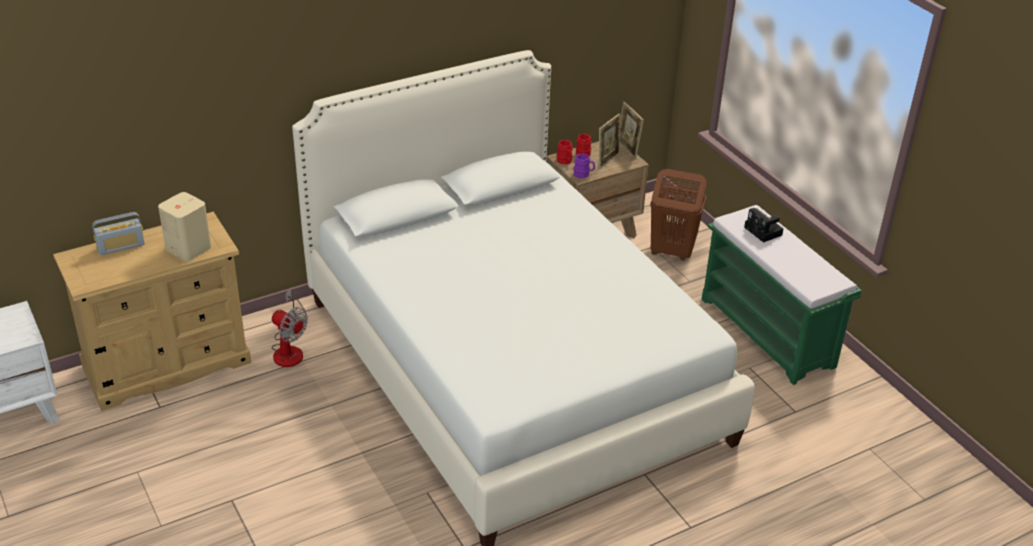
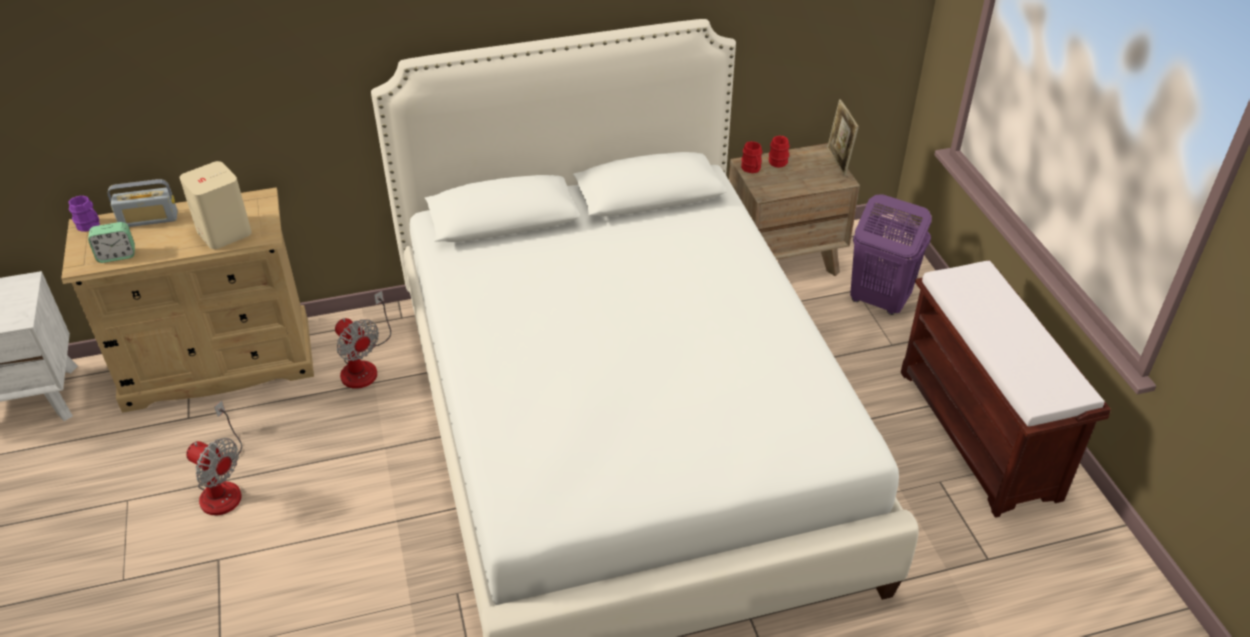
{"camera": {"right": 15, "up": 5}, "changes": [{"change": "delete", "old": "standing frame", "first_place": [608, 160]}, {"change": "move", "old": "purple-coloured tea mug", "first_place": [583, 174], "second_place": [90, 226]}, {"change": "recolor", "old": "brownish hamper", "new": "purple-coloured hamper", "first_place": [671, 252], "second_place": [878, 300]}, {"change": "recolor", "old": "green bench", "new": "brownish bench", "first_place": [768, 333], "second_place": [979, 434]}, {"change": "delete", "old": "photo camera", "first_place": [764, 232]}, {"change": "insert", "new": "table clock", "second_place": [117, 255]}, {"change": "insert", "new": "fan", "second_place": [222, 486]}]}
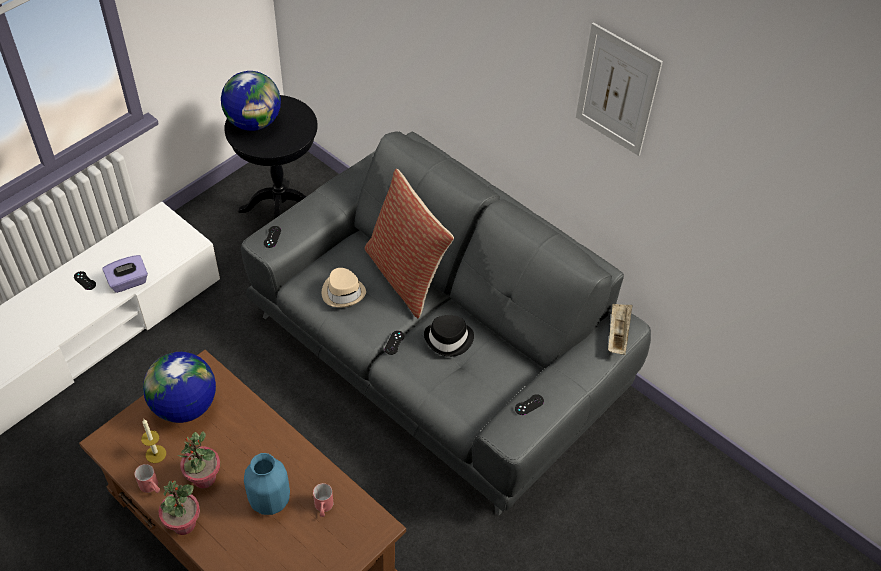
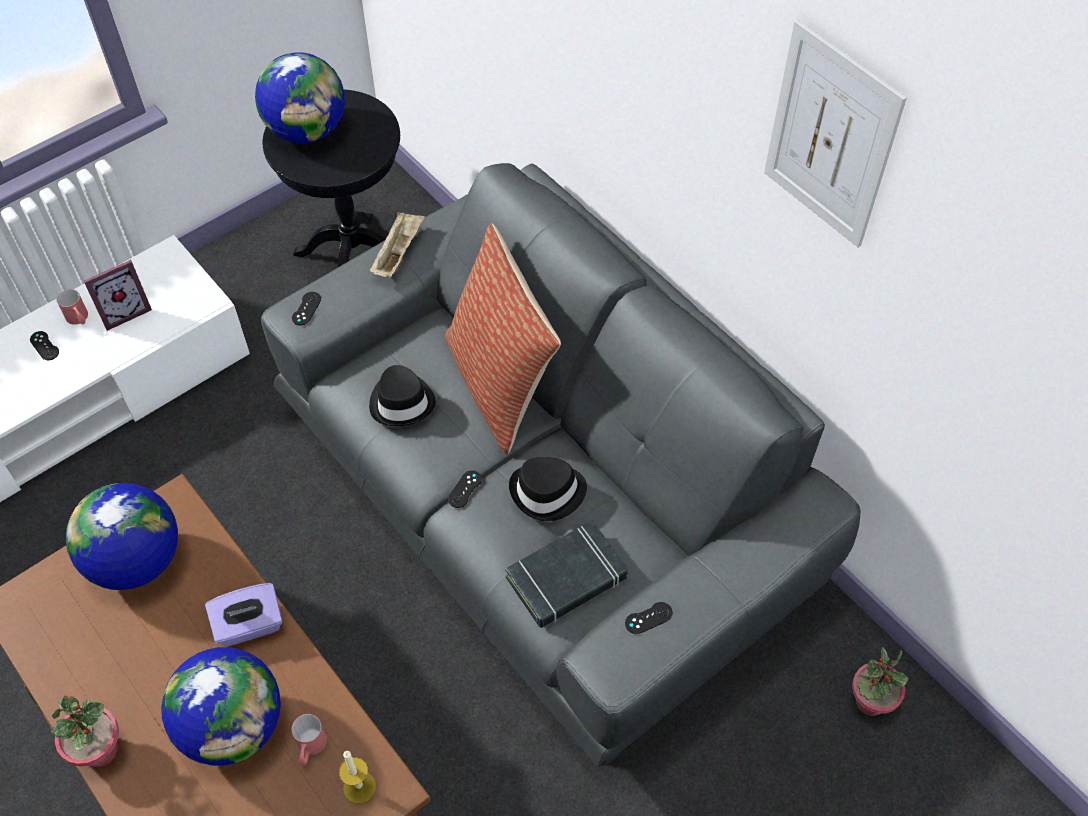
{"camera": {"right": 10, "up": 5}, "changes": [{"change": "move", "old": "purple-coloured tissue holder", "first_place": [128, 282], "second_place": [249, 625]}, {"change": "recolor", "old": "sand-coloured clothing hat", "new": "black-coloured clothing hat", "first_place": [343, 292], "second_place": [402, 401]}, {"change": "move", "old": "sand-coloured tray", "first_place": [617, 334], "second_place": [398, 253]}, {"change": "move", "old": "wax candle", "first_place": [156, 454], "second_place": [359, 787]}, {"change": "move", "old": "plant in a pot", "first_place": [204, 478], "second_place": [870, 701]}, {"change": "replace", "old": "bluish vase", "new": "globe", "first_place": [270, 499], "second_place": [233, 725]}, {"change": "move", "old": "red tea mug", "first_place": [151, 487], "second_place": [79, 319]}, {"change": "insert", "new": "standing frame", "second_place": [124, 311]}, {"change": "insert", "new": "black-coloured bound book", "second_place": [567, 578]}]}
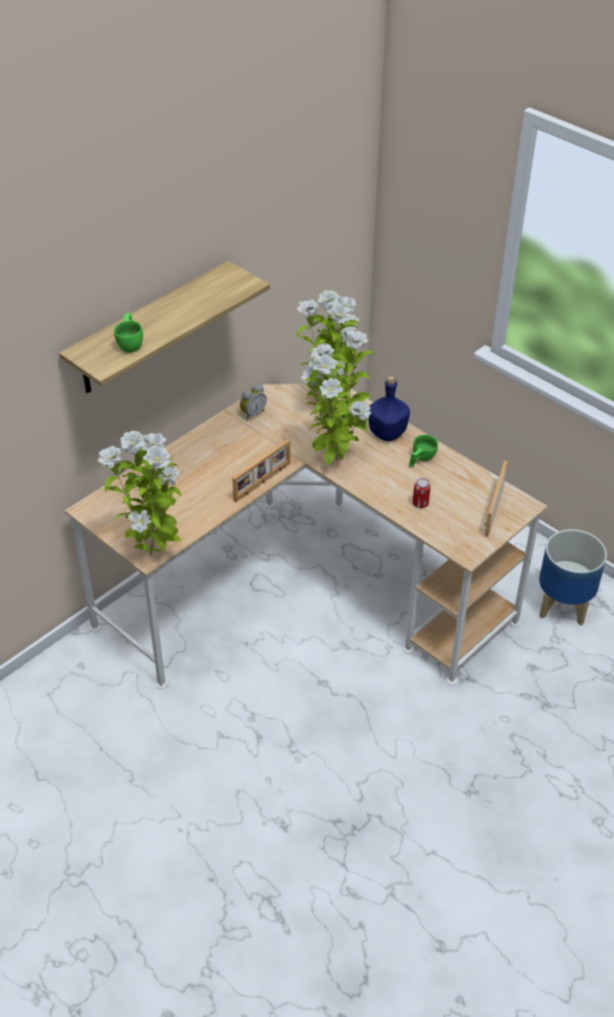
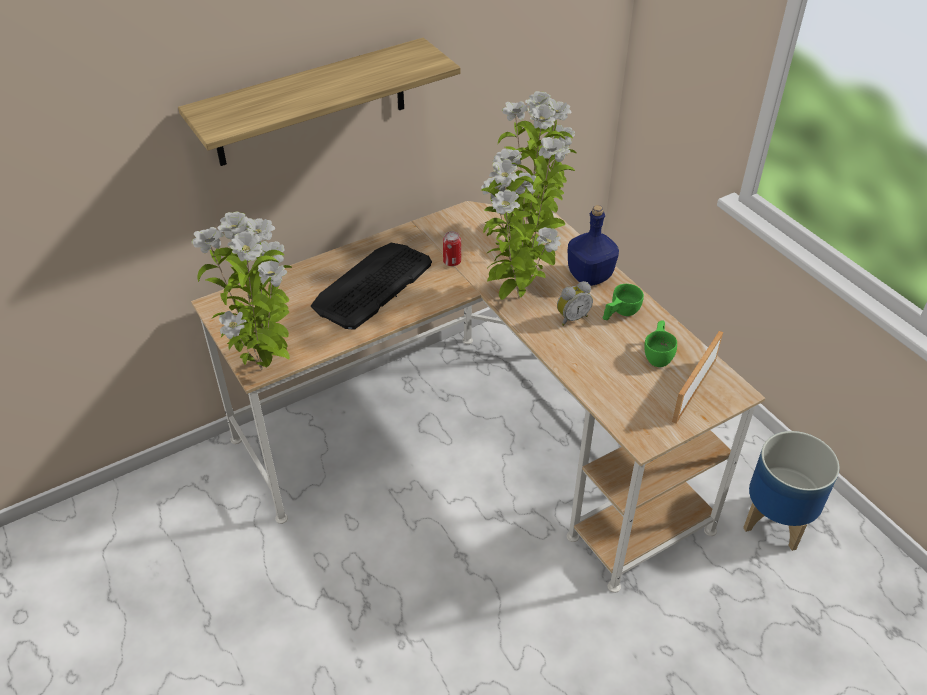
{"camera": {"right": 15, "up": 0}, "changes": [{"change": "move", "old": "green cup", "first_place": [131, 343], "second_place": [659, 354]}, {"change": "move", "old": "table clock", "first_place": [252, 414], "second_place": [571, 317]}, {"change": "delete", "old": "standing frame", "first_place": [263, 482]}, {"change": "move", "old": "metal can", "first_place": [420, 503], "second_place": [452, 262]}, {"change": "insert", "new": "PC keyboard", "second_place": [372, 285]}]}
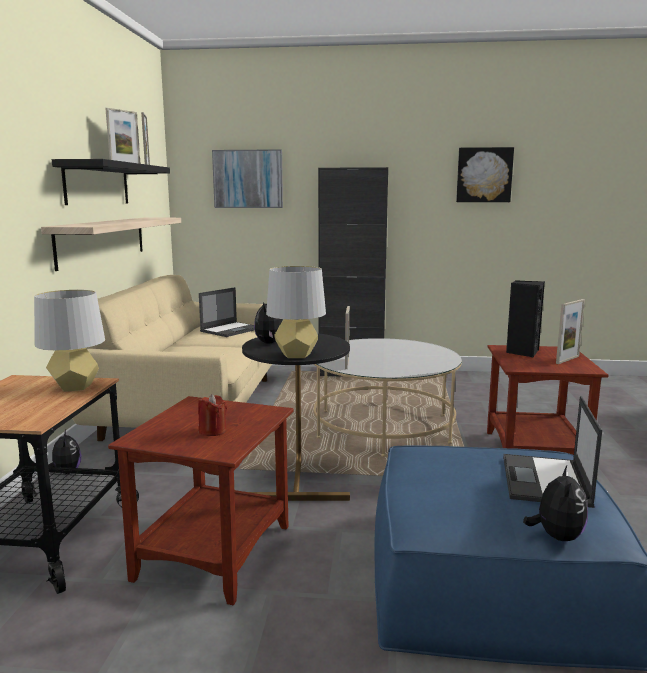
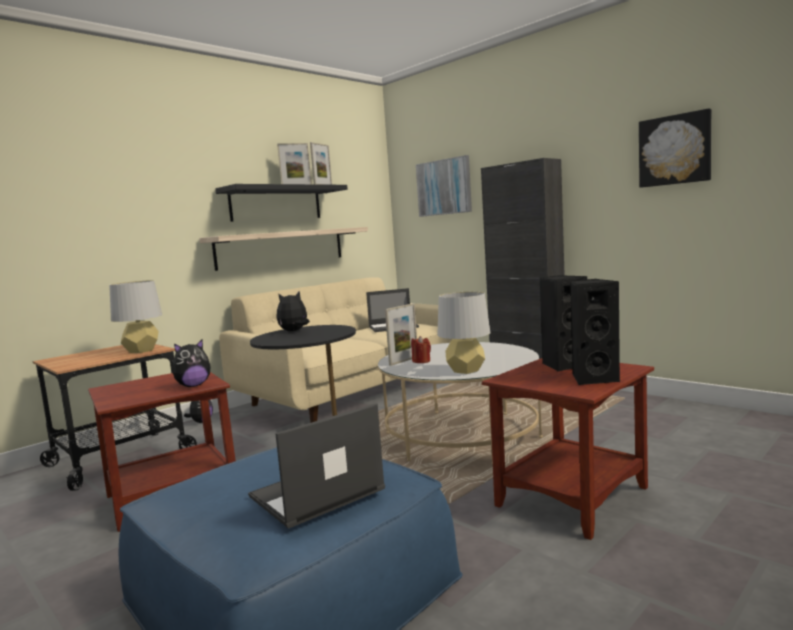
{"camera": {"right": 40, "up": -5}, "changes": [{"change": "move", "old": "grey tabletop lamp", "first_place": [296, 355], "second_place": [466, 370]}, {"change": "replace", "old": "standing frame", "new": "black-coloured loudspeaker", "first_place": [567, 360], "second_place": [593, 379]}, {"change": "move", "old": "red wax candle", "first_place": [212, 431], "second_place": [421, 361]}, {"change": "move", "old": "plush toy", "first_place": [556, 536], "second_place": [193, 386]}]}
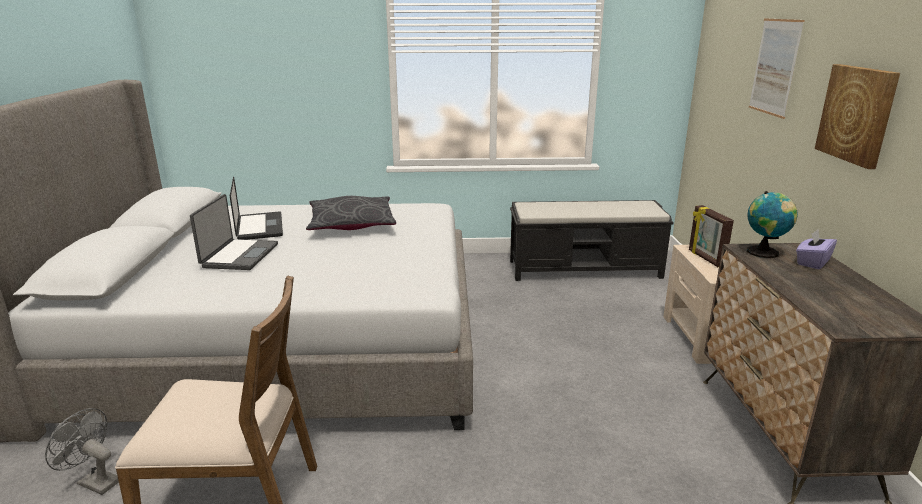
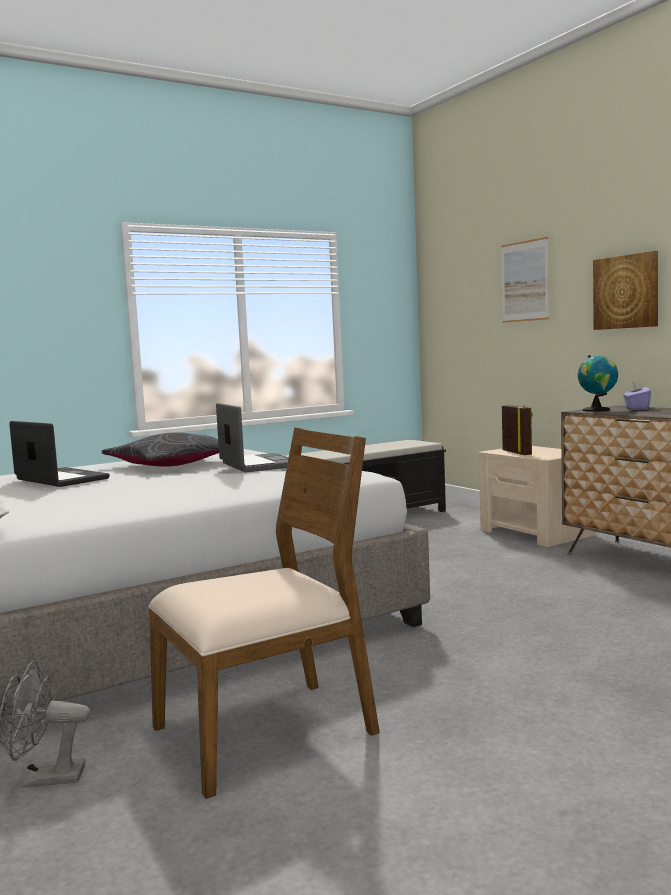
{"camera": {"right": -30, "up": -15}, "changes": [{"change": "move", "old": "portable computer", "first_place": [239, 255], "second_place": [257, 465]}, {"change": "rotate", "old": "standing frame", "first_place": [705, 258], "second_place": [517, 453], "degrees": -150}]}
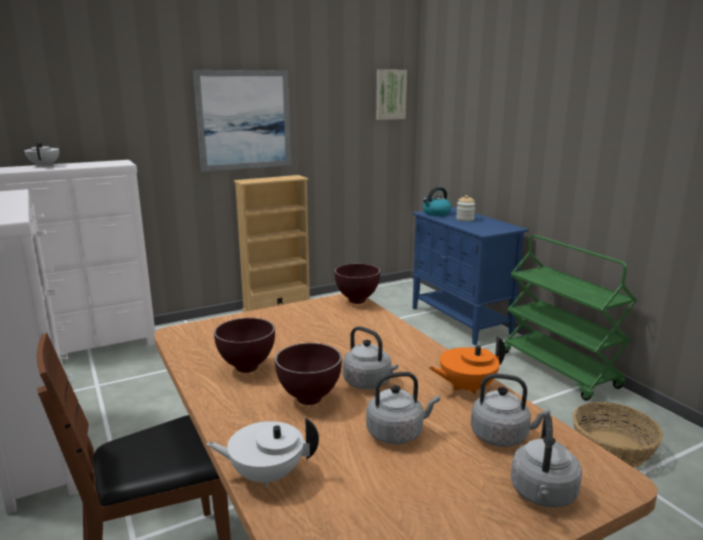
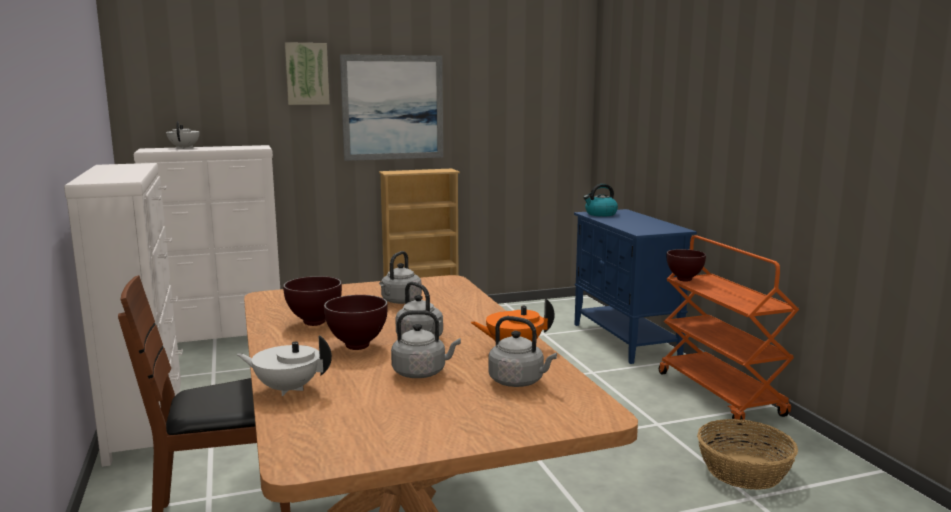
{"camera": {"right": 10, "up": -5}, "changes": [{"change": "move", "old": "wall art", "first_place": [390, 94], "second_place": [307, 74]}, {"change": "delete", "old": "jar", "first_place": [465, 219]}, {"change": "recolor", "old": "green trolley", "new": "orange-coloured trolley", "first_place": [559, 370], "second_place": [720, 394]}, {"change": "move", "old": "brownish bowl", "first_place": [356, 301], "second_place": [684, 279]}, {"change": "move", "old": "grey water kettle", "first_place": [543, 495], "second_place": [400, 301]}]}
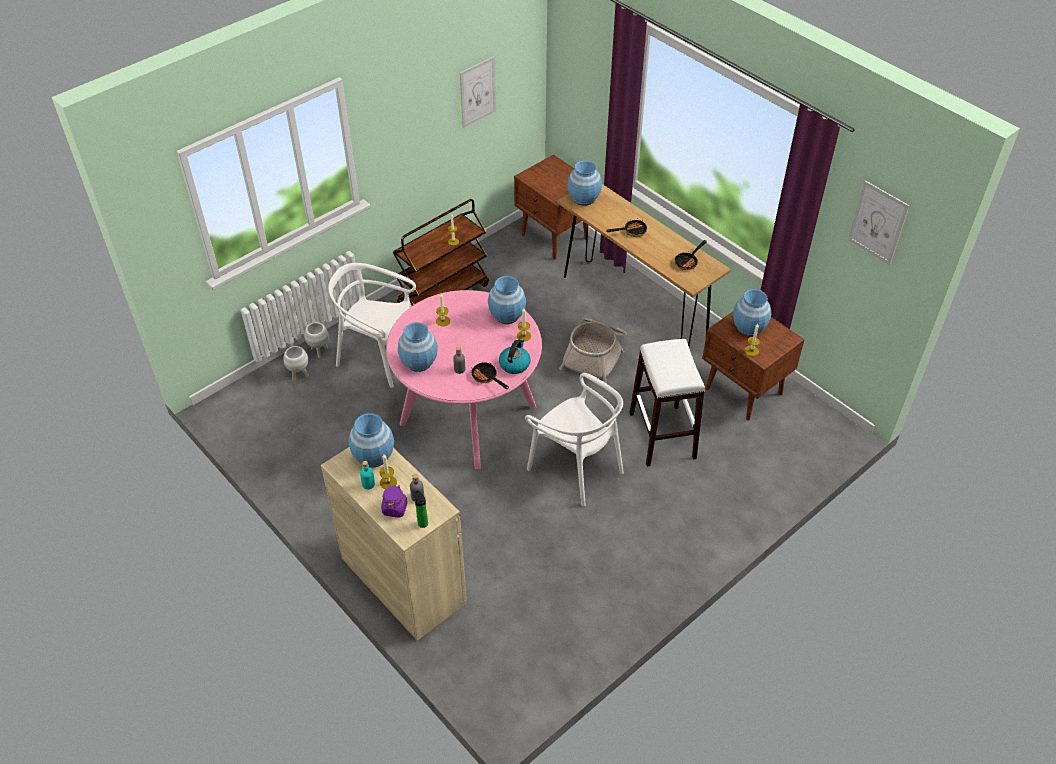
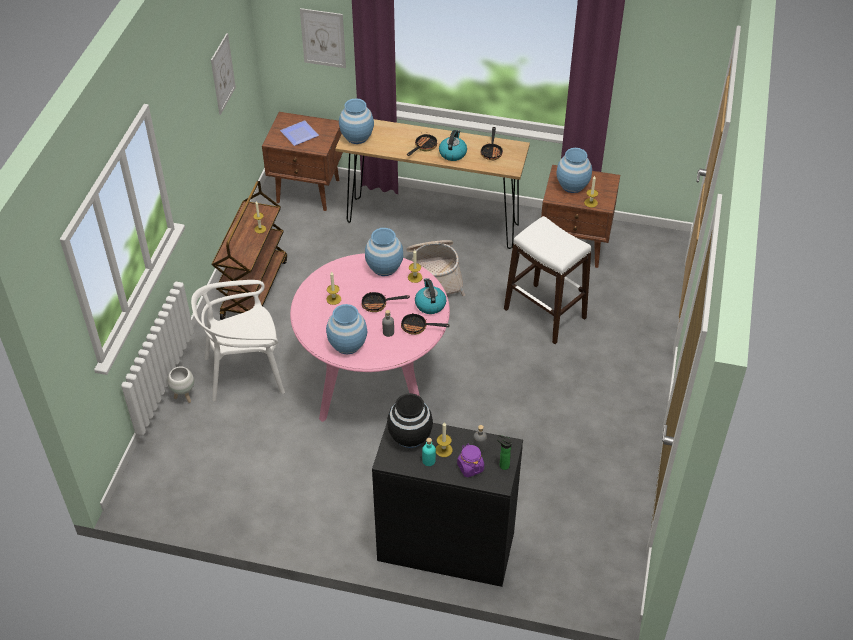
{"camera": {"right": -35, "up": 0}, "changes": [{"change": "move", "old": "wall art", "first_place": [878, 223], "second_place": [323, 38]}, {"change": "delete", "old": "whitish plant pot", "first_place": [299, 375]}, {"change": "delete", "old": "whitish chair", "first_place": [576, 468]}, {"change": "recolor", "old": "bluish vase", "new": "black-coloured vase", "first_place": [374, 456], "second_place": [410, 436]}, {"change": "recolor", "old": "sand-coloured cabinet", "new": "black-coloured cabinet", "first_place": [403, 580], "second_place": [446, 546]}, {"change": "insert", "new": "flat dish", "second_place": [299, 135]}, {"change": "insert", "new": "water kettle", "second_place": [452, 153]}, {"change": "insert", "new": "skillet", "second_place": [378, 304]}]}
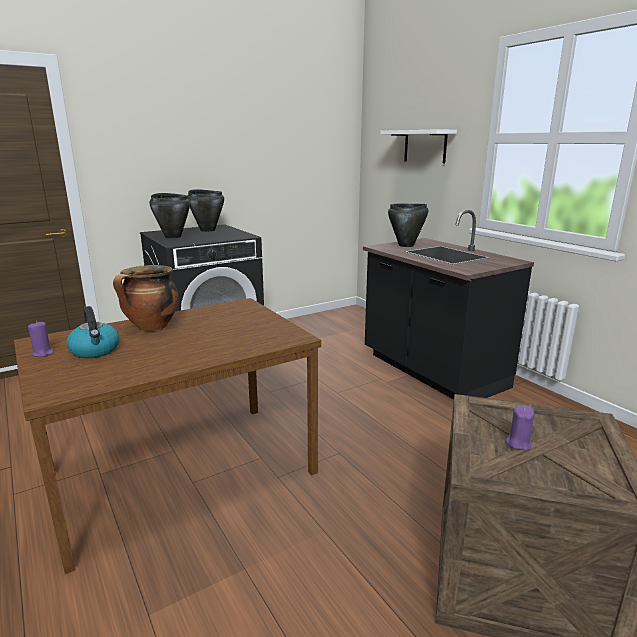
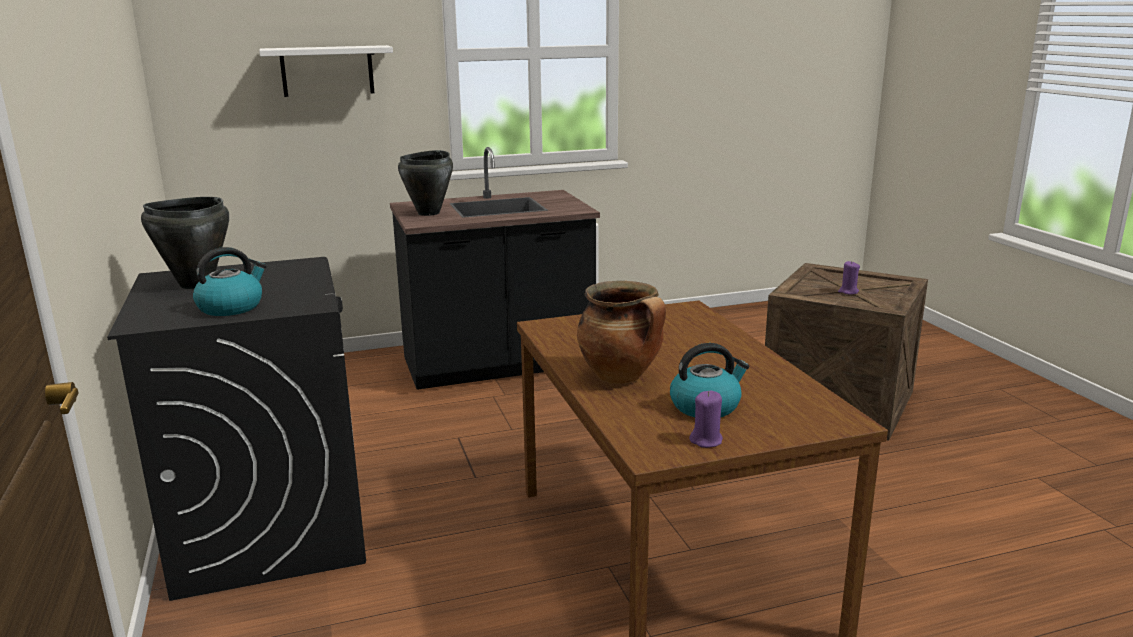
{"camera": {"right": -75, "up": 0}, "changes": [{"change": "replace", "old": "black-coloured stockpot", "new": "water kettle", "first_place": [173, 237], "second_place": [231, 307]}]}
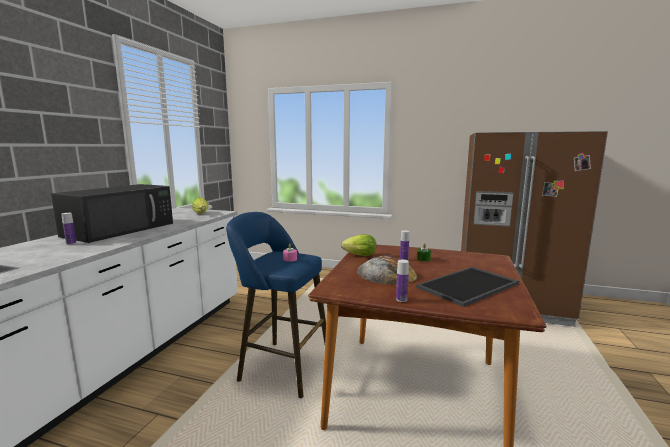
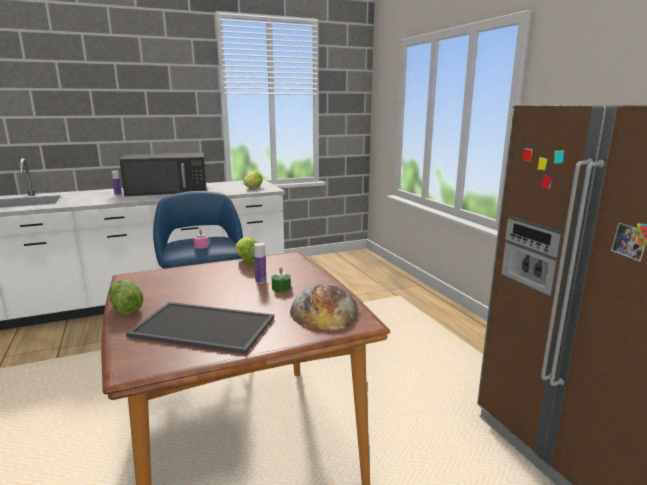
{"camera": {"right": 50, "up": 5}, "changes": [{"change": "move", "old": "baked bread", "first_place": [386, 274], "second_place": [324, 310]}, {"change": "replace", "old": "beverage bottle", "new": "lettuce", "first_place": [401, 299], "second_place": [126, 307]}]}
